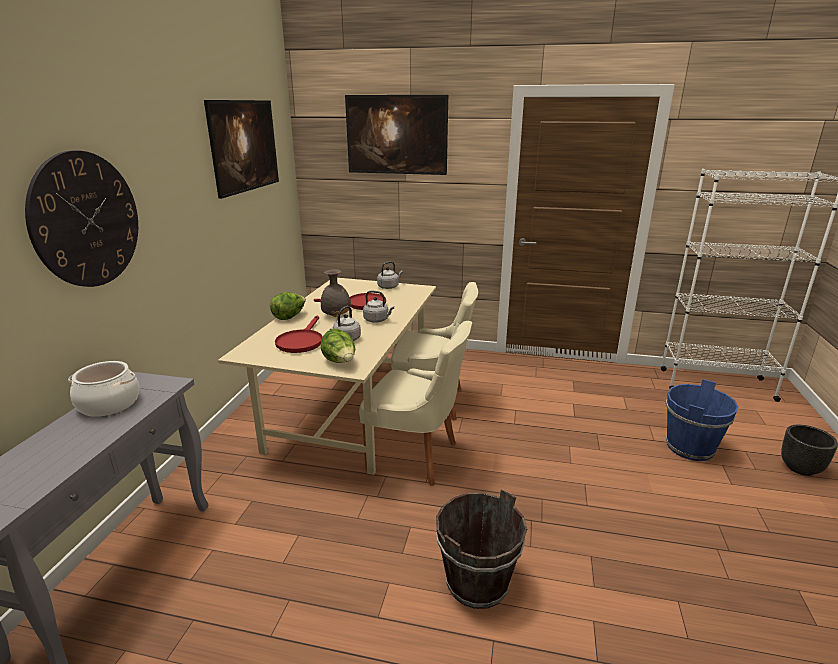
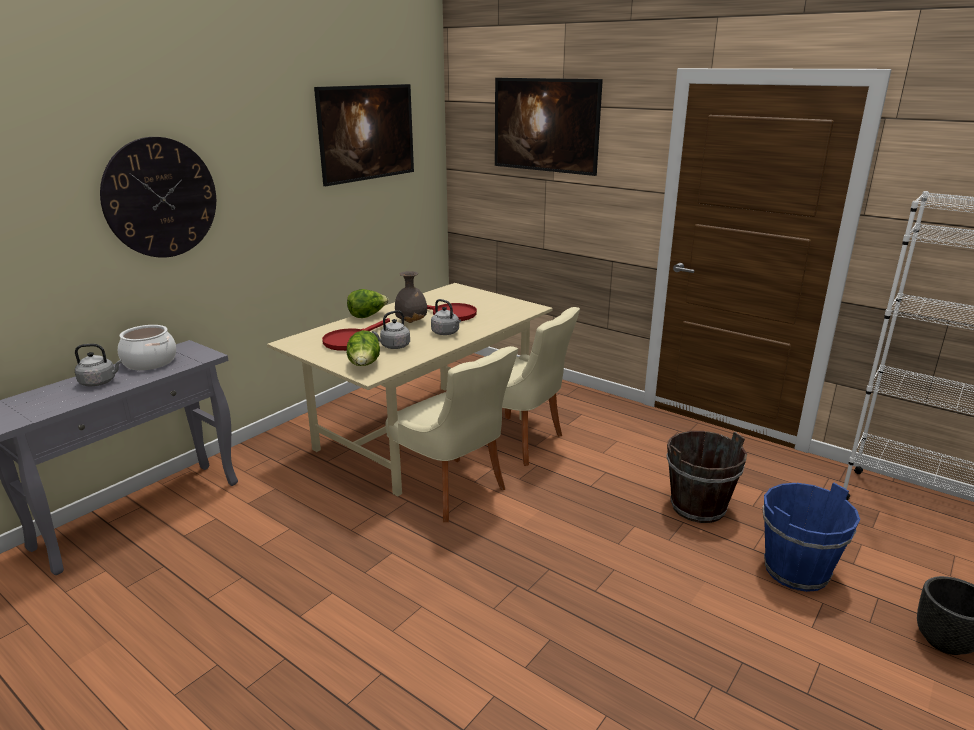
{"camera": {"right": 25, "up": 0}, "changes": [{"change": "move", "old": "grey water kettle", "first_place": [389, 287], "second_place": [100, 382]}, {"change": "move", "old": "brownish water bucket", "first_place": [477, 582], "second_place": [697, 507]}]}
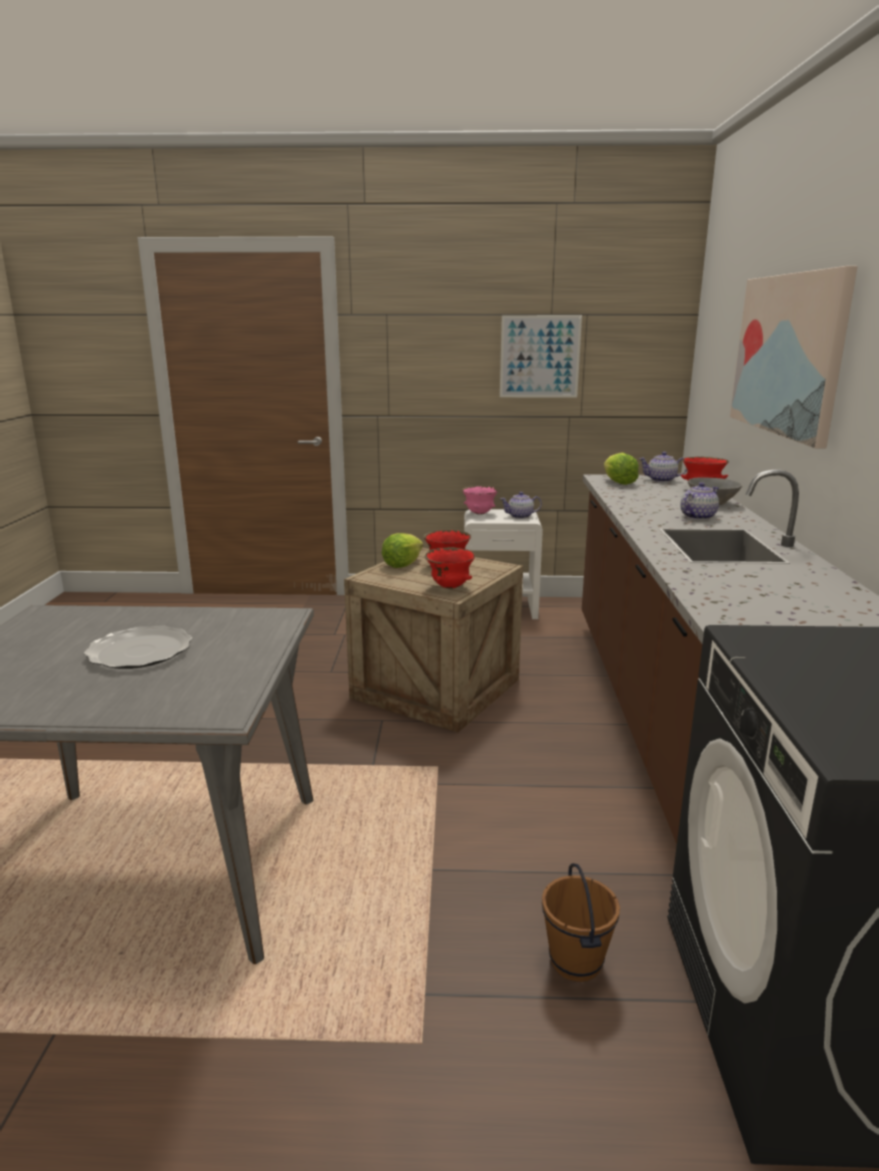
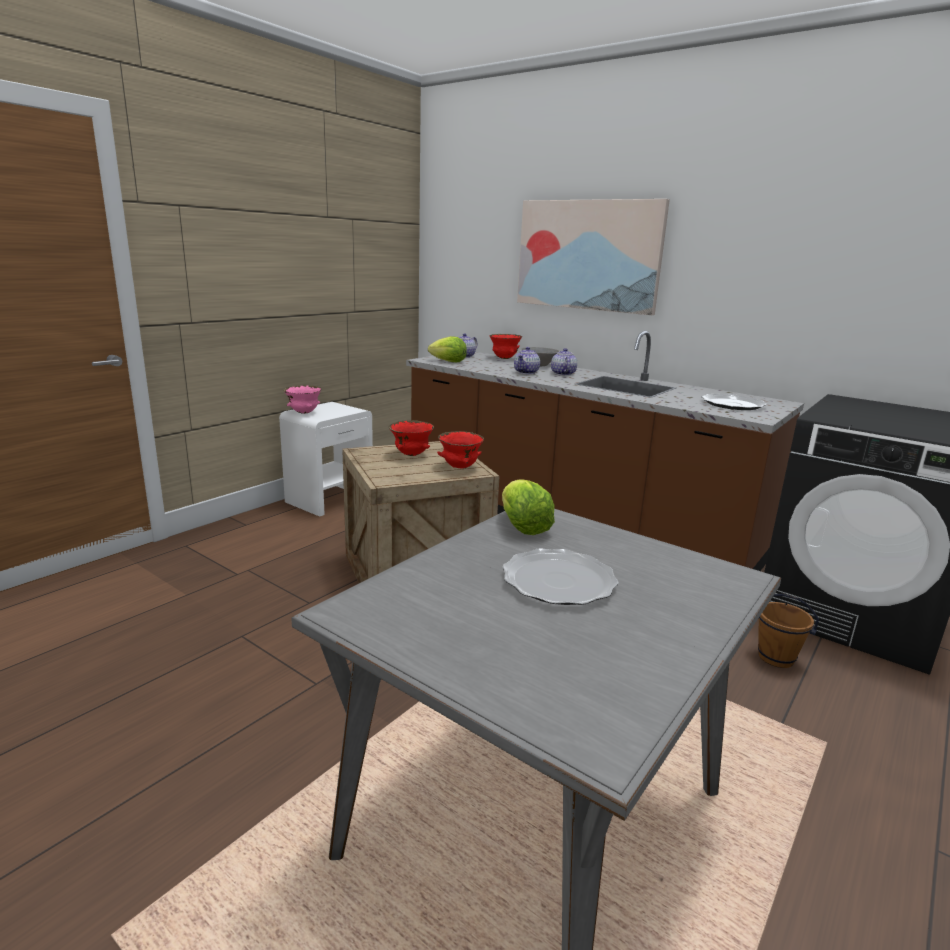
{"camera": {"right": -55, "up": 0}, "changes": [{"change": "delete", "old": "wall art", "first_place": [540, 357]}, {"change": "move", "old": "tea pot", "first_place": [520, 516], "second_place": [526, 372]}, {"change": "move", "old": "lettuce", "first_place": [402, 564], "second_place": [522, 527]}, {"change": "insert", "new": "flat dish", "second_place": [732, 404]}]}
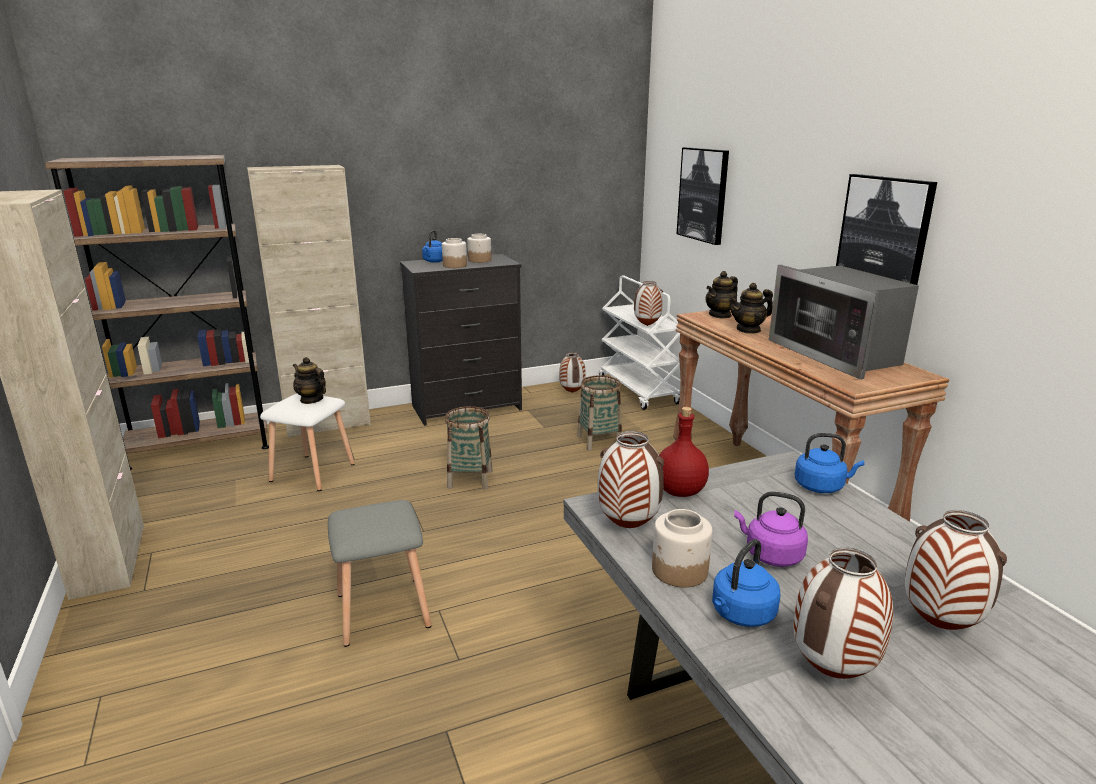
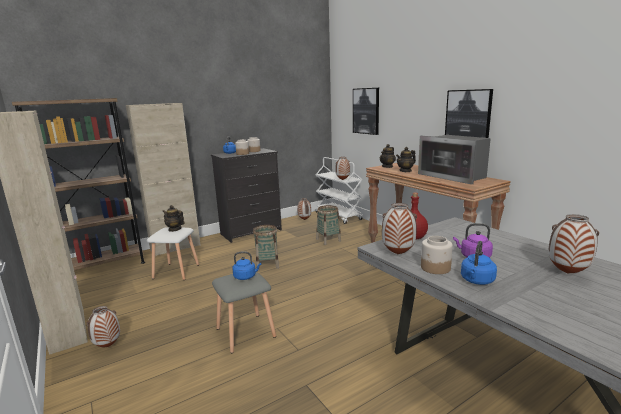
{"camera": {"right": -10, "up": -5}, "changes": [{"change": "move", "old": "bluish water kettle", "first_place": [821, 486], "second_place": [246, 277]}, {"change": "move", "old": "vase", "first_place": [832, 673], "second_place": [107, 346]}]}
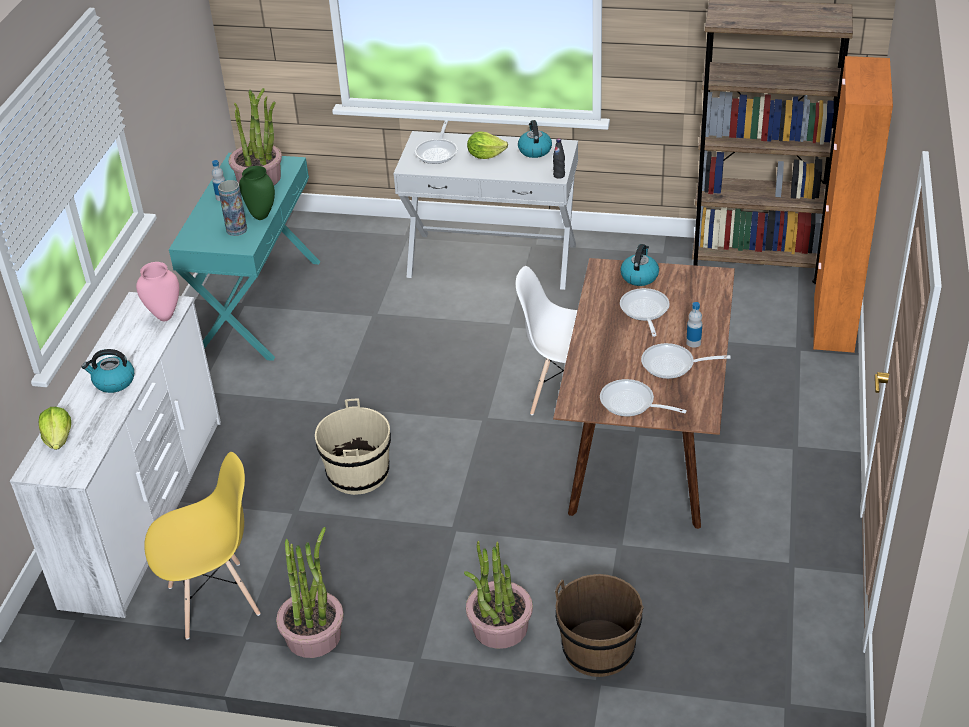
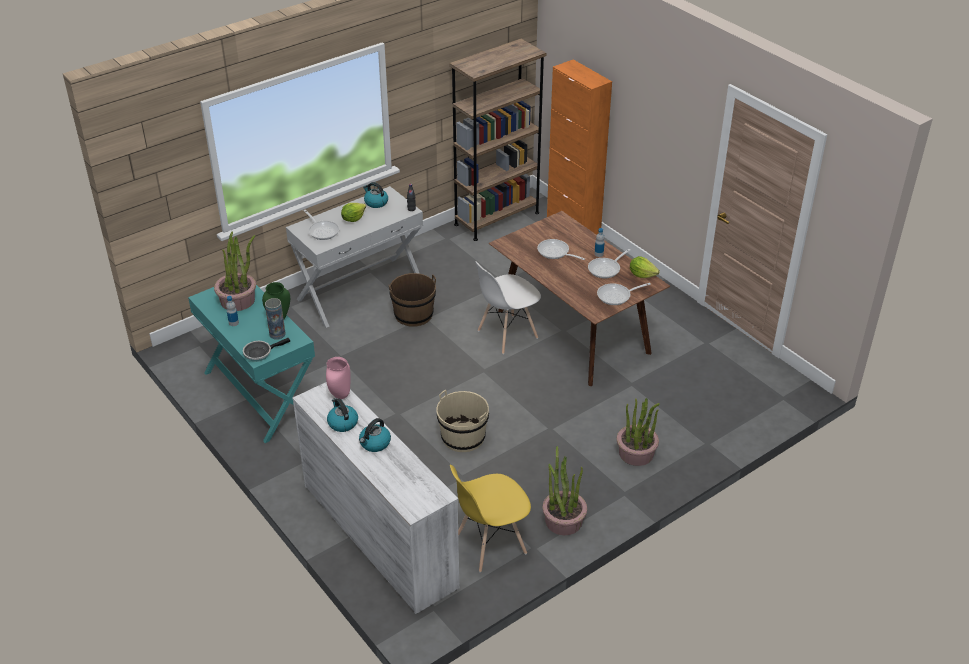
{"camera": {"right": -50, "up": 0}, "changes": [{"change": "move", "old": "water kettle", "first_place": [639, 276], "second_place": [342, 423]}, {"change": "move", "old": "lettuce", "first_place": [59, 439], "second_place": [642, 274]}, {"change": "rotate", "old": "yellowish chair", "first_place": [215, 600], "second_place": [490, 544], "degrees": -135}, {"change": "move", "old": "brownish water bucket", "first_place": [598, 649], "second_place": [413, 314]}, {"change": "insert", "new": "skillet", "second_place": [260, 353]}]}
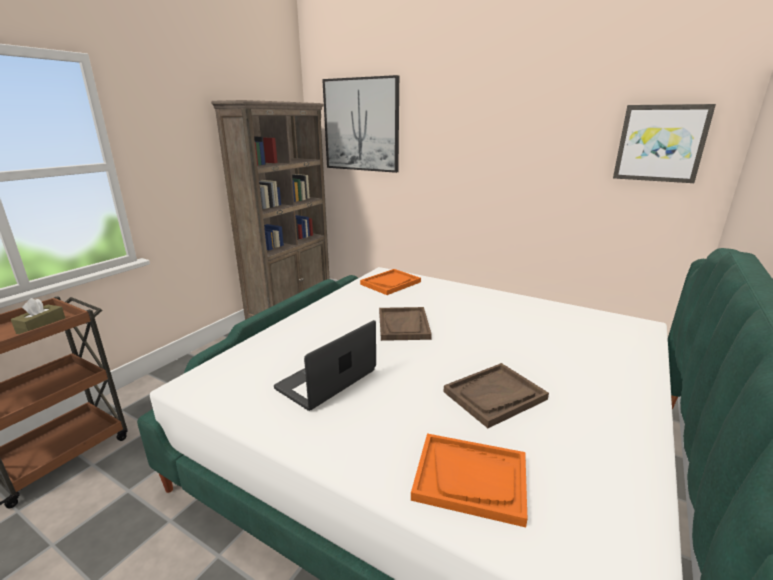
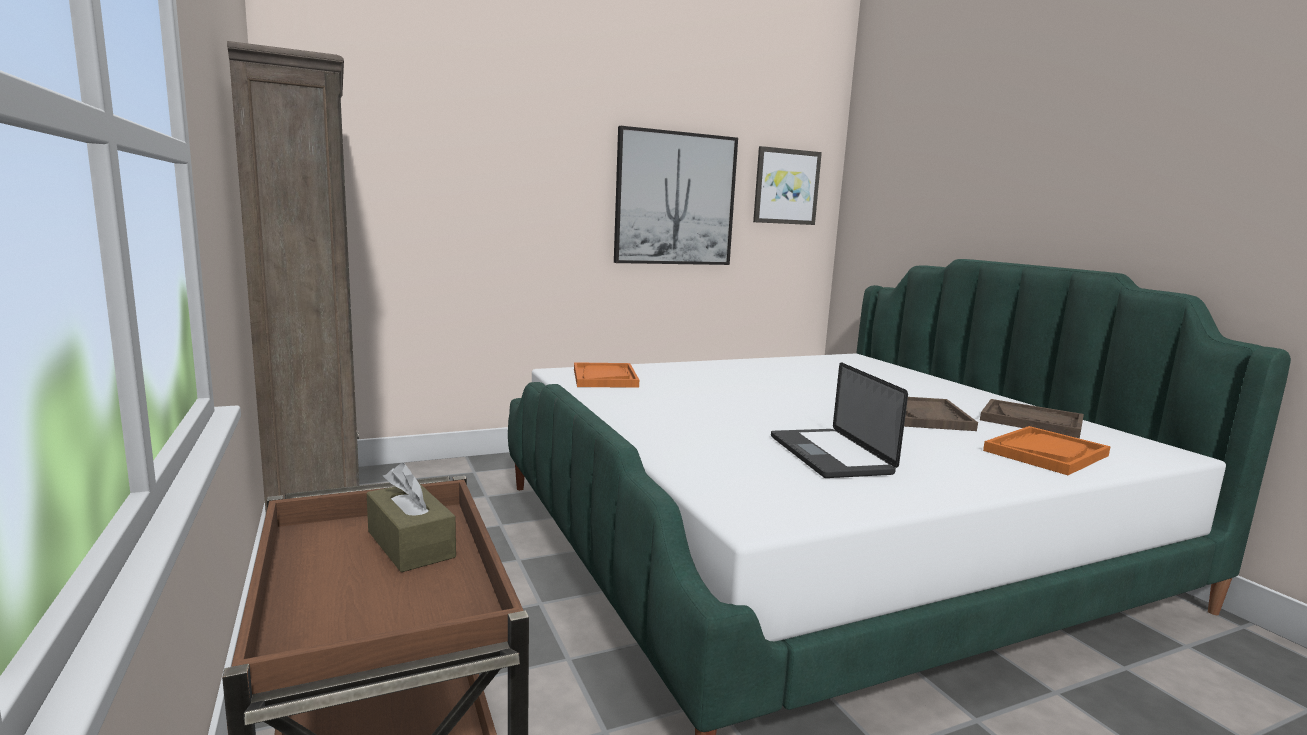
{"camera": {"right": -55, "up": -10}, "changes": [{"change": "move", "old": "wall art", "first_place": [361, 125], "second_place": [675, 199]}, {"change": "move", "old": "brownish tray", "first_place": [403, 325], "second_place": [1031, 421]}]}
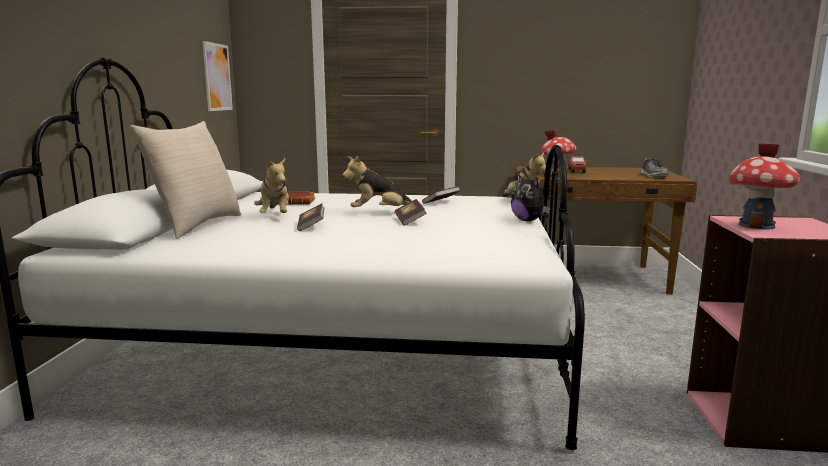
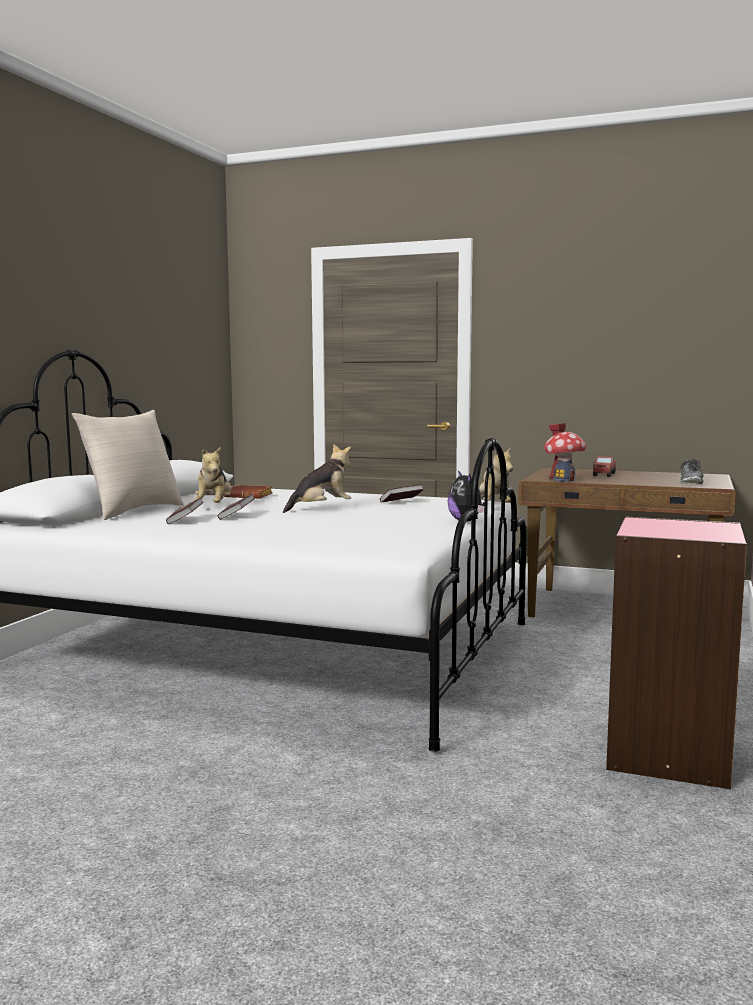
{"camera": {"right": 15, "up": -5}, "changes": [{"change": "delete", "old": "wall art", "first_place": [217, 77]}, {"change": "delete", "old": "miniature house", "first_place": [756, 225]}, {"change": "rotate", "old": "plush toy", "first_place": [380, 213], "second_place": [321, 508], "degrees": 135}, {"change": "move", "old": "bound book", "first_place": [410, 221], "second_place": [185, 520]}]}
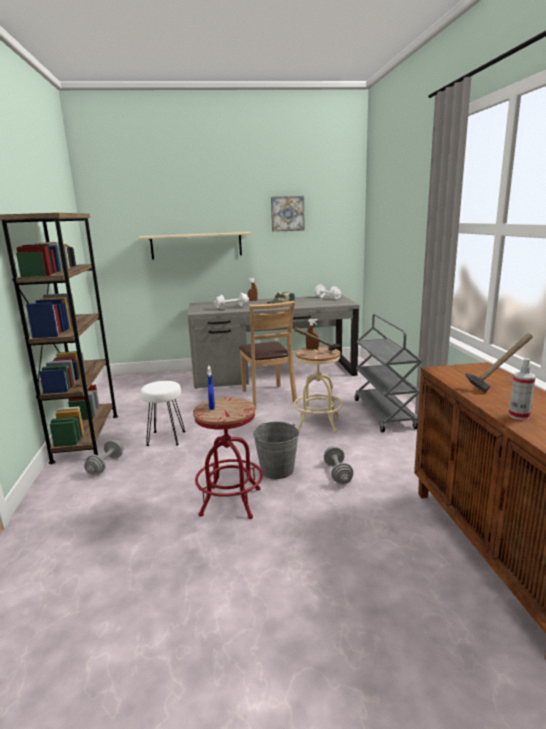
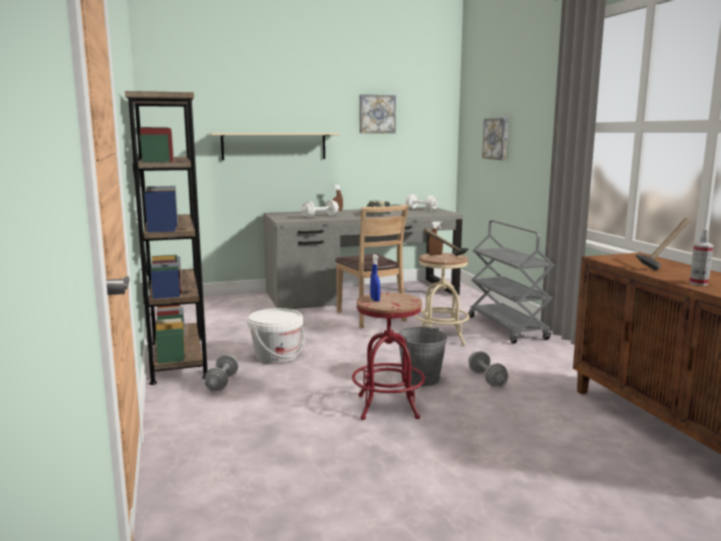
{"camera": {"right": -10, "up": -5}, "changes": [{"change": "replace", "old": "whitish stool", "new": "whitish water bucket", "first_place": [166, 438], "second_place": [276, 356]}, {"change": "insert", "new": "wall art", "second_place": [496, 138]}]}
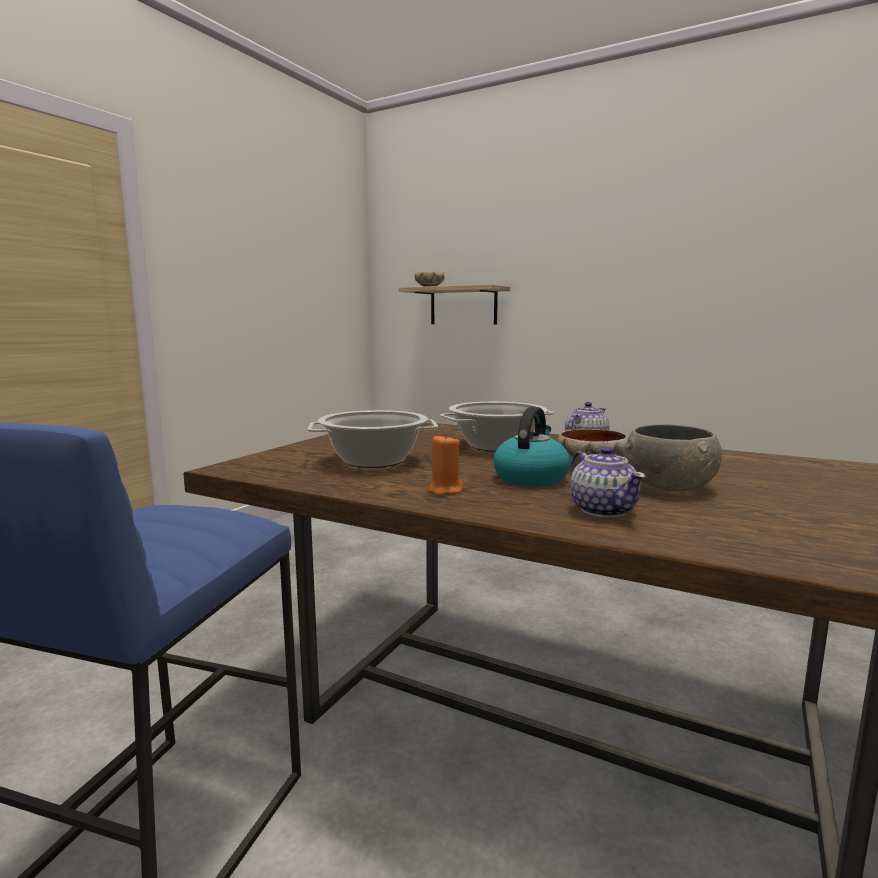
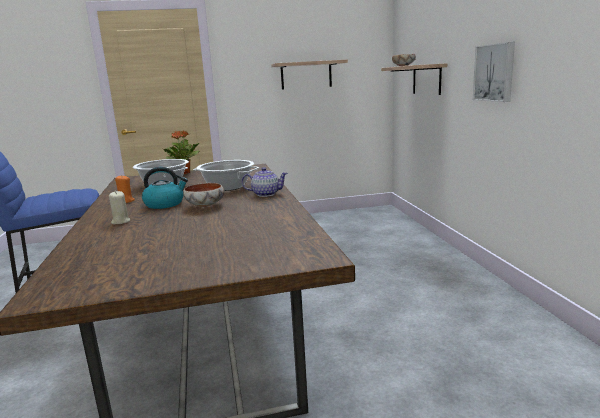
{"camera": {"right": 50, "up": 5}, "changes": [{"change": "delete", "old": "grey bowl", "first_place": [670, 486]}, {"change": "replace", "old": "tea pot", "new": "sand-coloured wax candle", "first_place": [603, 510], "second_place": [120, 221]}, {"change": "insert", "new": "wall art", "second_place": [495, 72]}, {"change": "insert", "new": "wall shelf", "second_place": [306, 75]}, {"change": "insert", "new": "plant in a pot", "second_place": [184, 173]}]}
